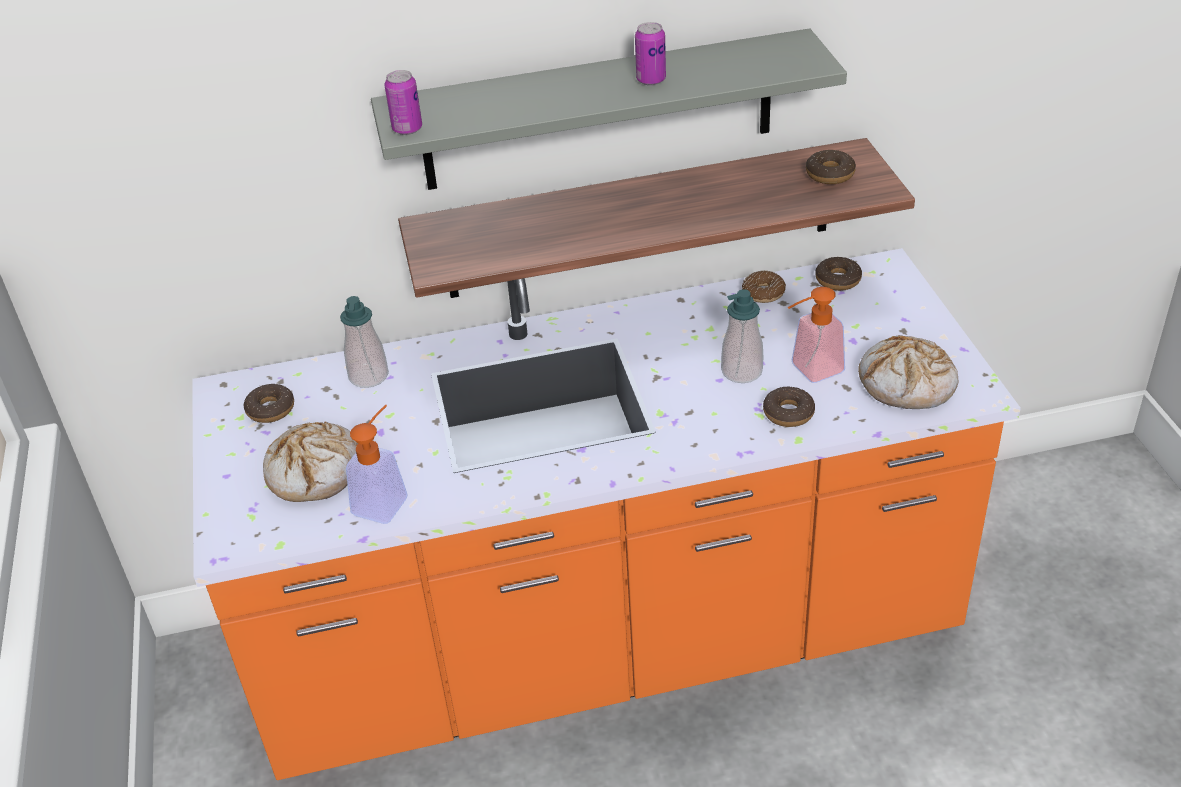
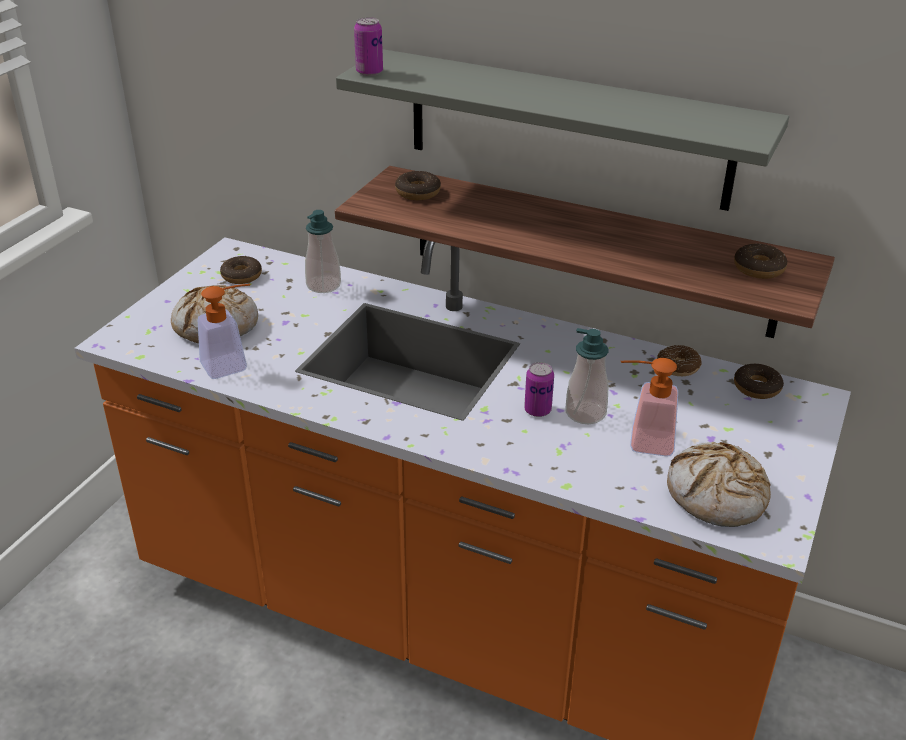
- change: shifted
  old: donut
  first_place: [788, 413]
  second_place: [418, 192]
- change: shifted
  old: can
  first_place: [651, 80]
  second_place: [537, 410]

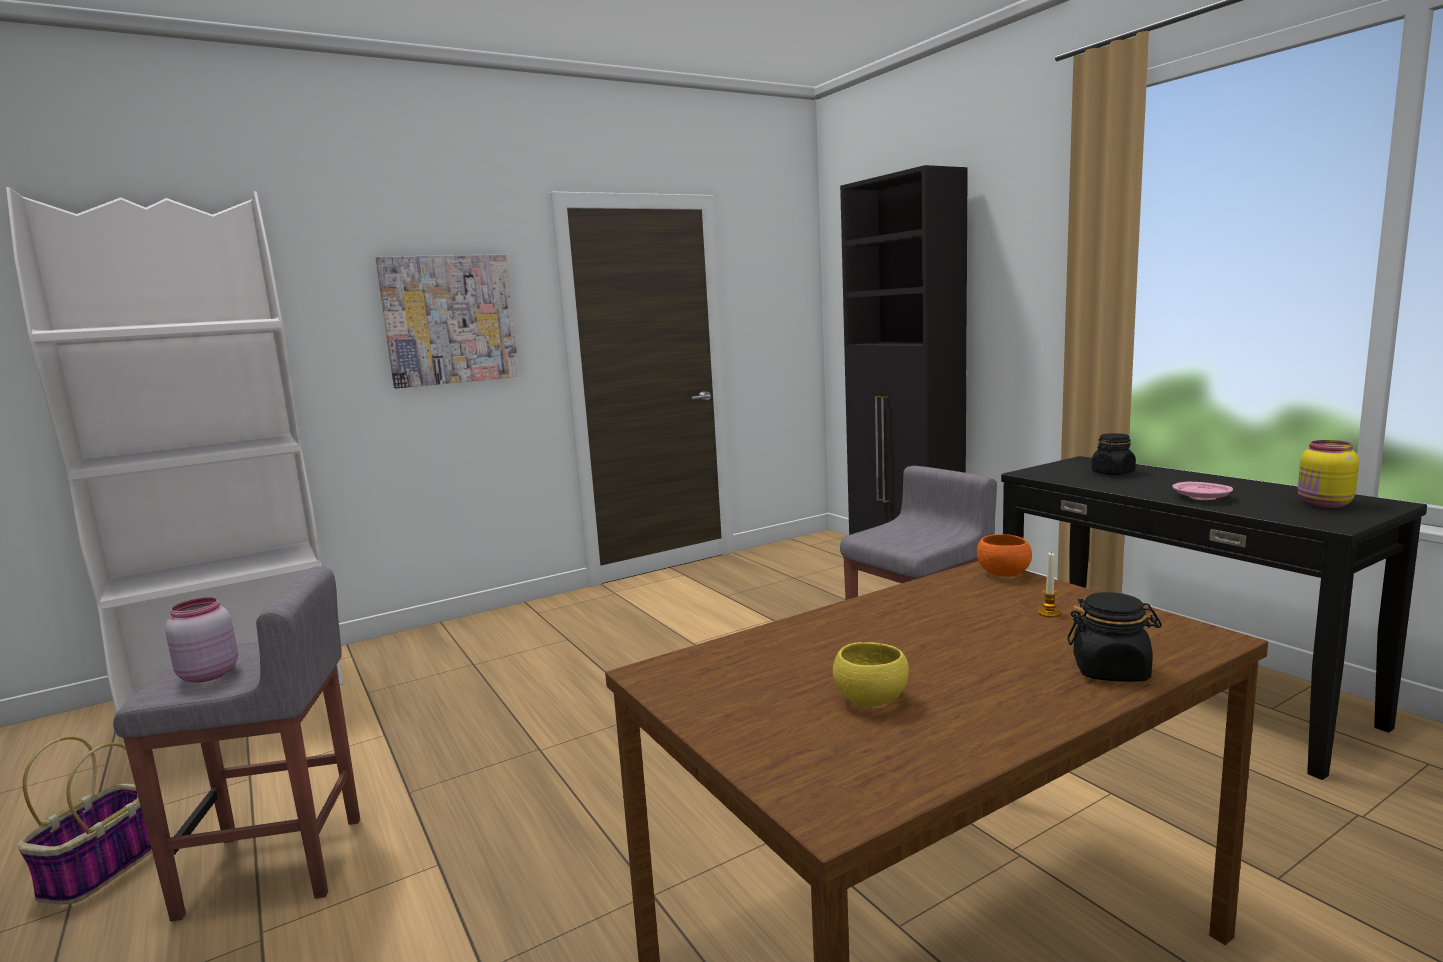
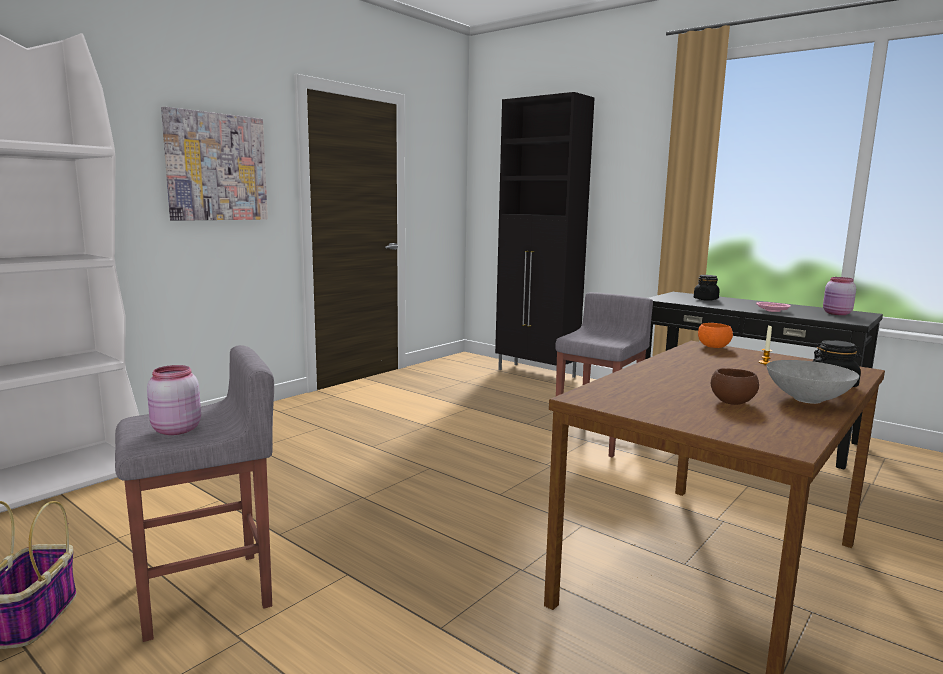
- change: repainted
  old: yellow bowl
  new: brown bowl
  first_place: [871, 700]
  second_place: [732, 402]
- change: new
  new: grey bowl
  second_place: [807, 399]
- change: repainted
  old: yellow jar
  new: pink jar
  first_place: [1324, 504]
  second_place: [836, 314]

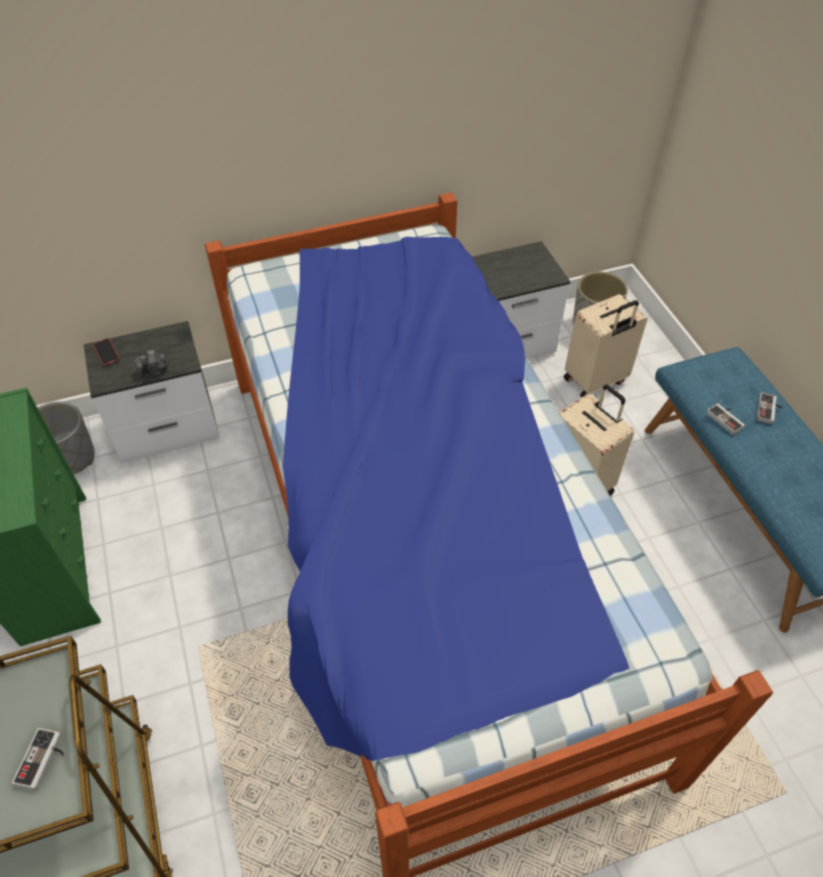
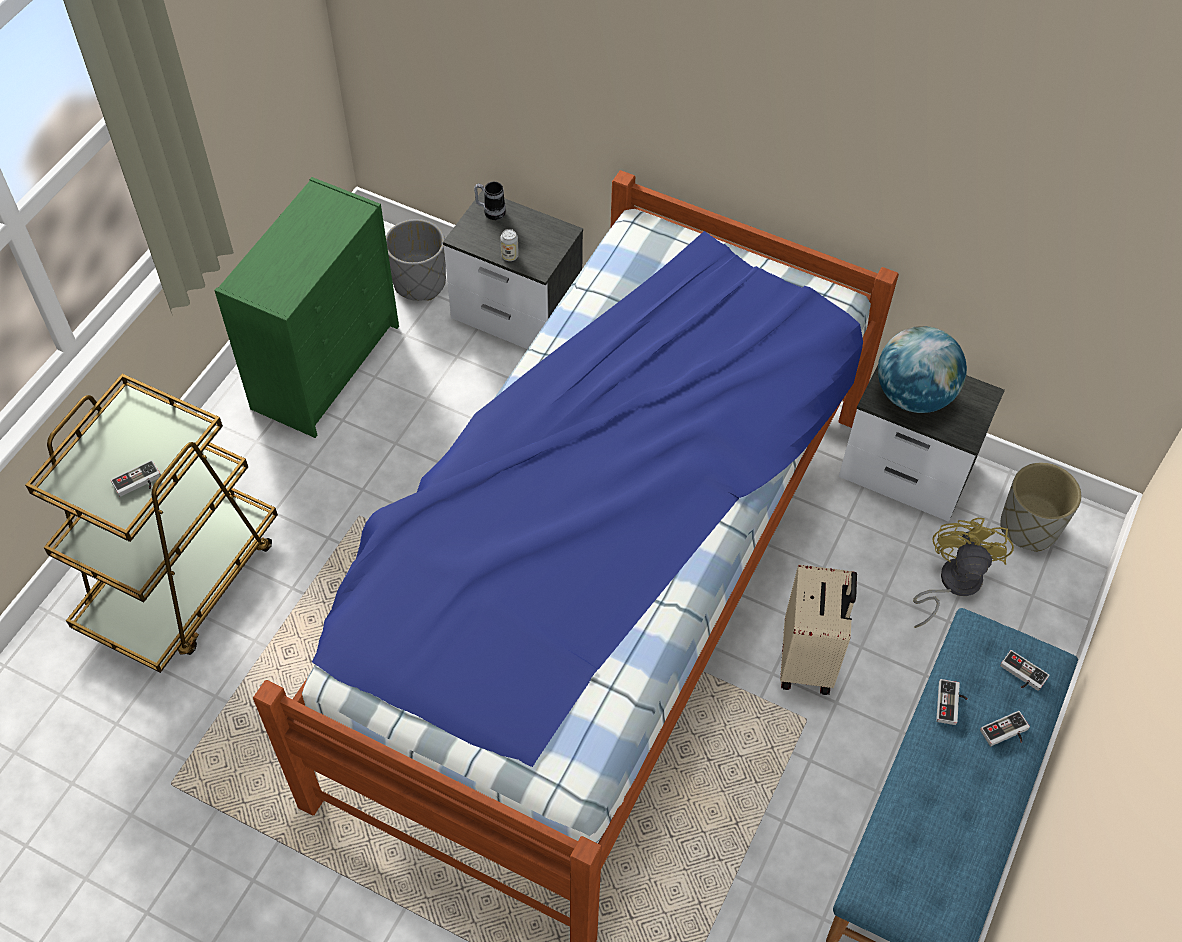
- change: swapped
  old: phone
  new: mug
  first_place: [106, 353]
  second_place: [490, 212]
- change: swapped
  old: photo camera
  new: can
  first_place: [154, 370]
  second_place: [510, 256]
- change: new
  new: globe
  second_place: [913, 395]
- change: swapped
  old: beige suitcase
  new: yellow fan
  first_place: [595, 381]
  second_place: [952, 583]
- change: new
  new: game controller
  second_place: [1021, 675]

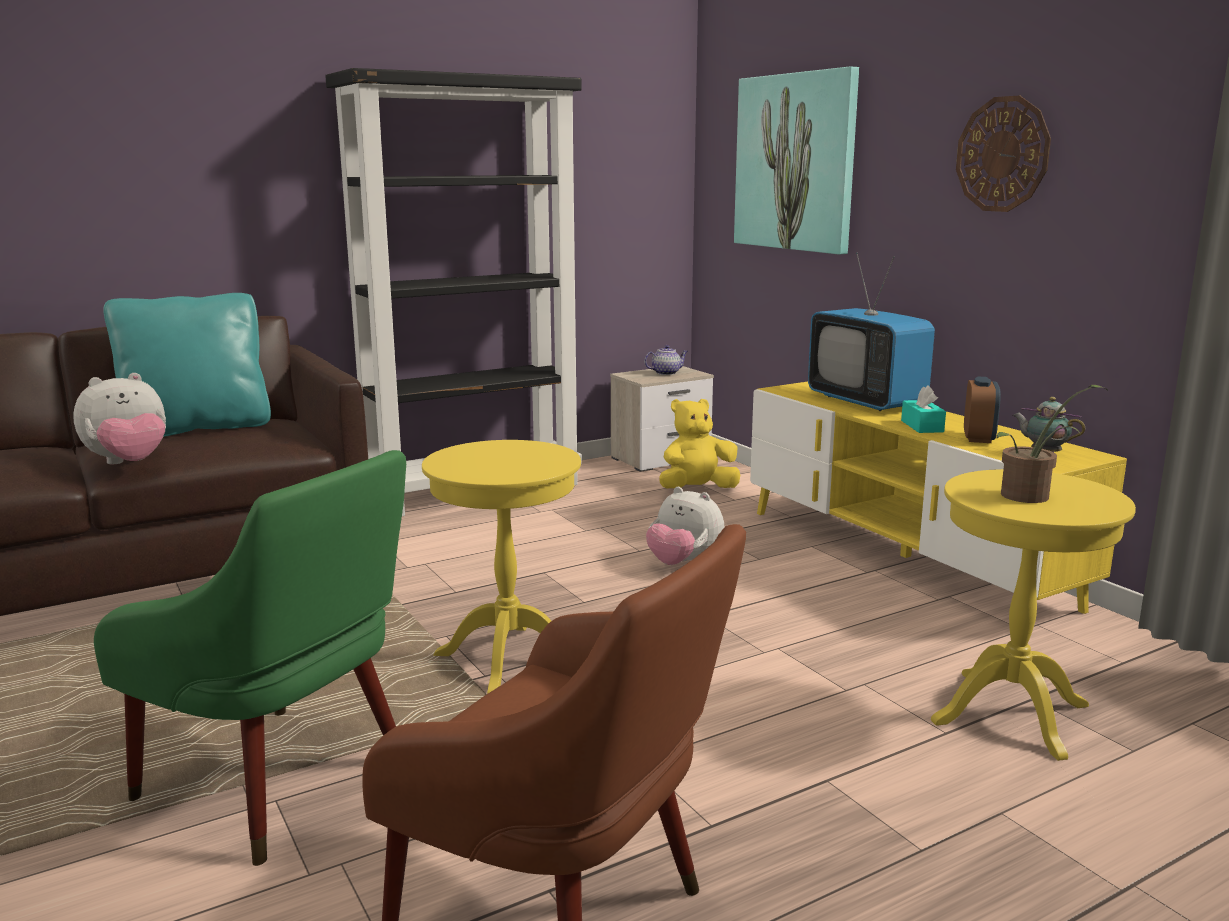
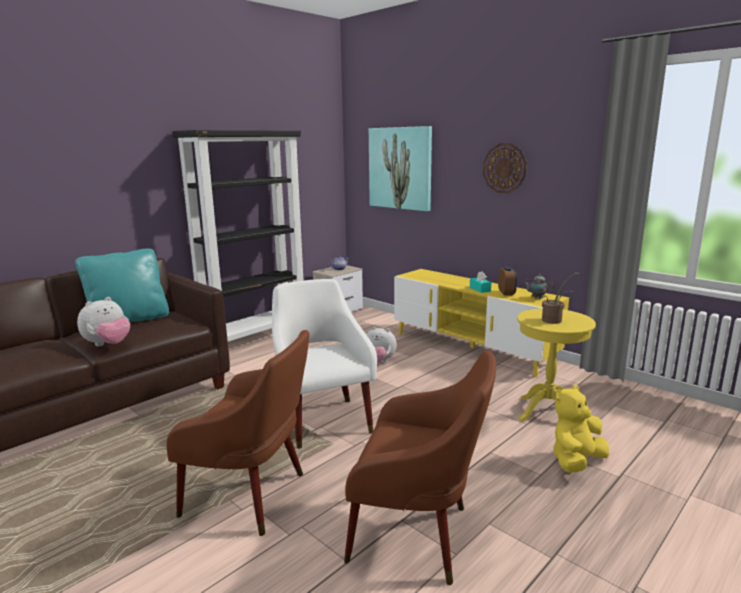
- change: repainted
  old: green armchair
  new: brown armchair
  first_place: [285, 785]
  second_place: [252, 496]
- change: swapped
  old: yellow side table
  new: white armchair
  first_place: [508, 659]
  second_place: [323, 419]
- change: shifted
  old: yellow plush toy
  first_place: [697, 490]
  second_place: [576, 461]
- change: gone
  old: television
  first_place: [866, 401]

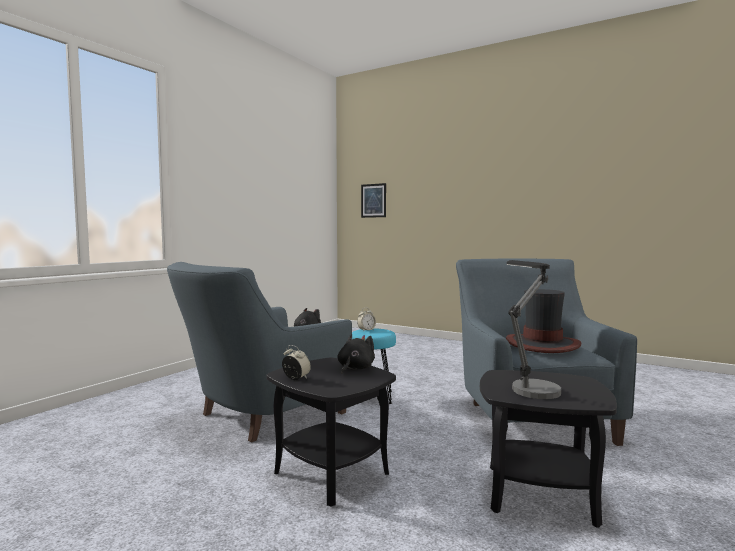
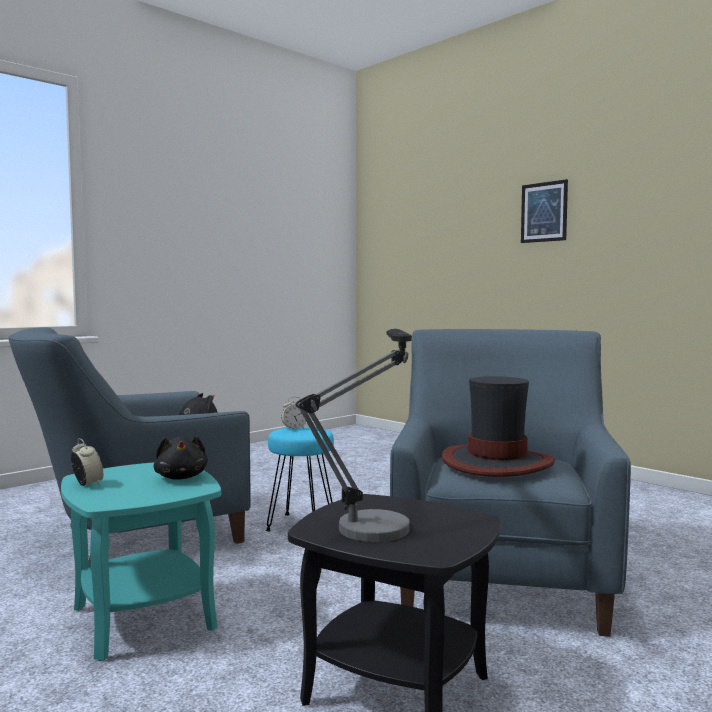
- change: repainted
  old: black side table
  new: turquoise side table
  first_place: [331, 473]
  second_place: [143, 618]
- change: rotated
  old: black plush toy
  first_place: [355, 368]
  second_place: [181, 477]
  degrees: 120
- change: shifted
  old: picture
  first_place: [373, 200]
  second_place: [544, 212]

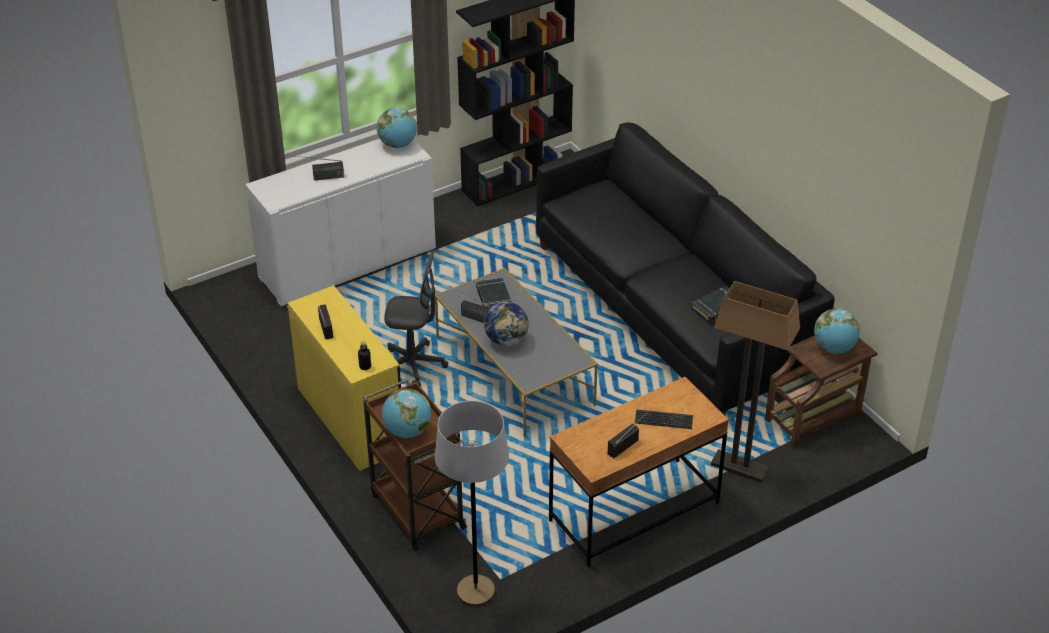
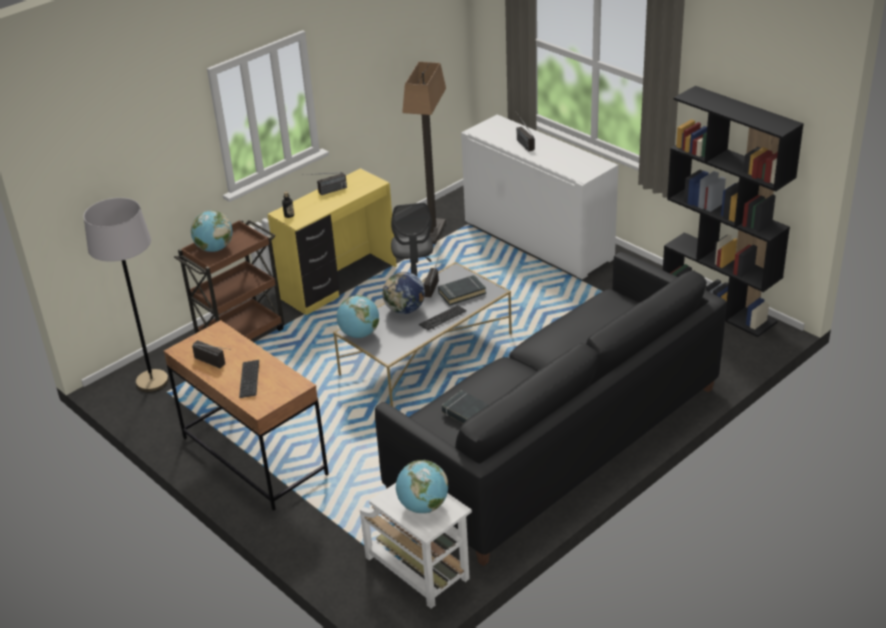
- change: shifted
  old: globe
  first_place: [398, 145]
  second_place: [359, 334]
- change: repainted
  old: brown side table
  new: white side table
  first_place: [815, 416]
  second_place: [419, 570]
- change: shifted
  old: floor lamp
  first_place: [740, 467]
  second_place: [433, 233]
- change: new
  new: keyboard
  second_place: [443, 318]

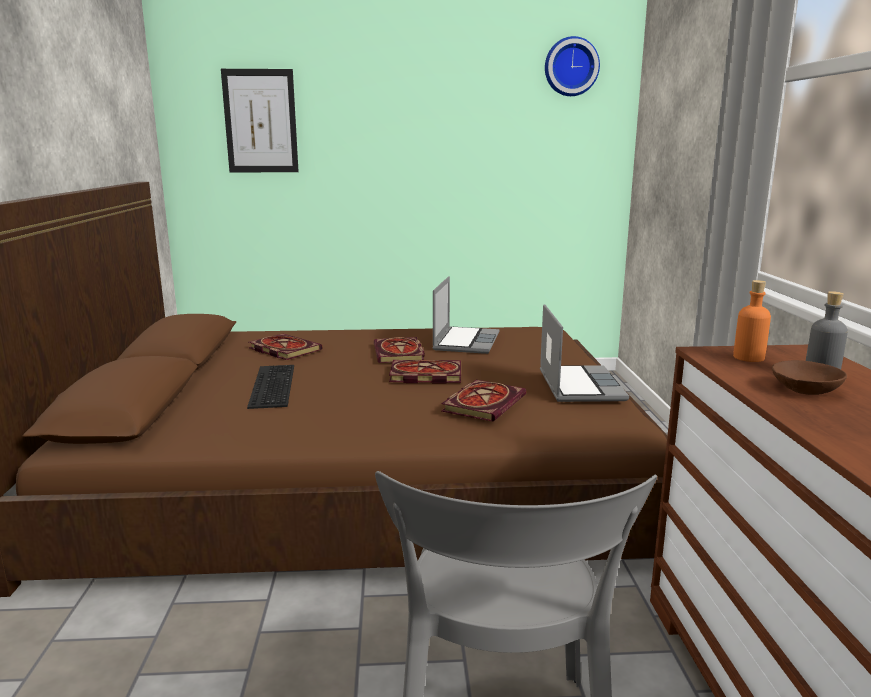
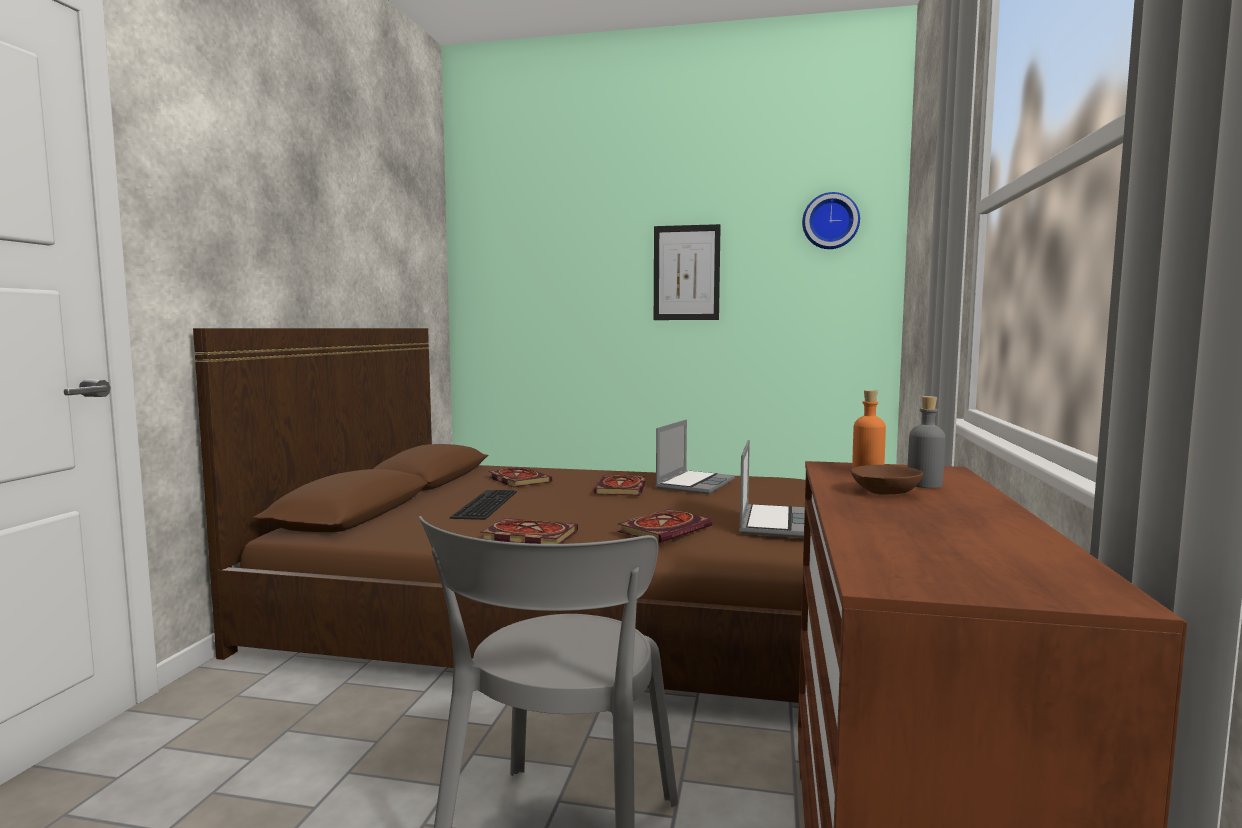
- change: shifted
  old: book
  first_place: [424, 375]
  second_place: [527, 537]
- change: shifted
  old: picture
  first_place: [260, 121]
  second_place: [686, 273]

